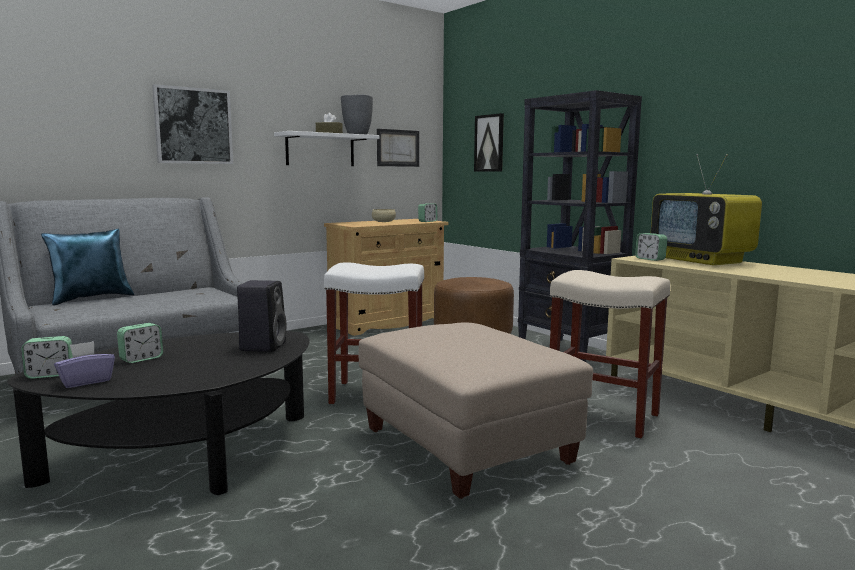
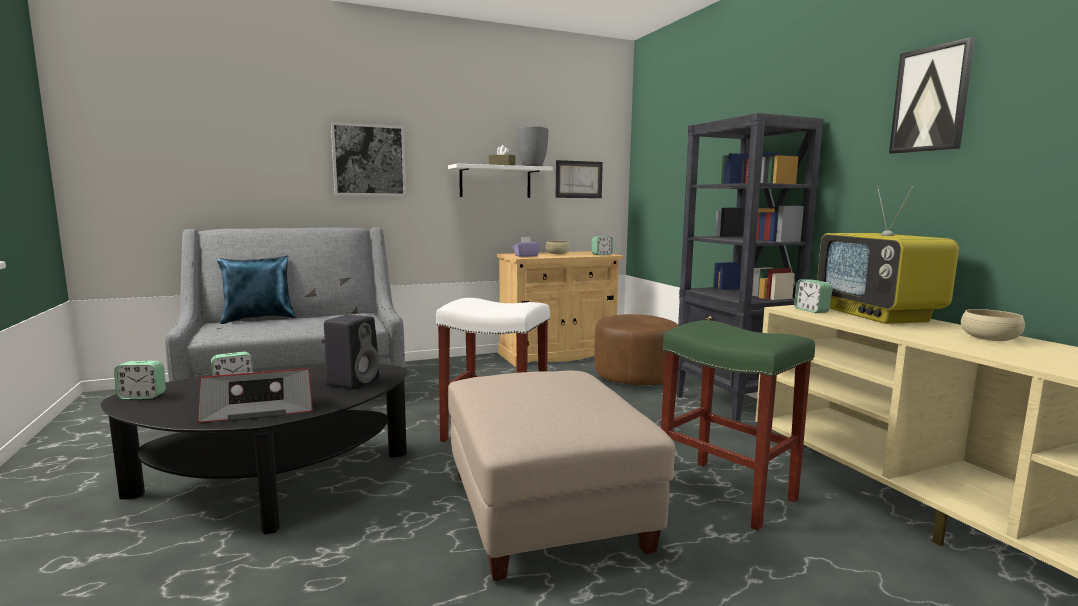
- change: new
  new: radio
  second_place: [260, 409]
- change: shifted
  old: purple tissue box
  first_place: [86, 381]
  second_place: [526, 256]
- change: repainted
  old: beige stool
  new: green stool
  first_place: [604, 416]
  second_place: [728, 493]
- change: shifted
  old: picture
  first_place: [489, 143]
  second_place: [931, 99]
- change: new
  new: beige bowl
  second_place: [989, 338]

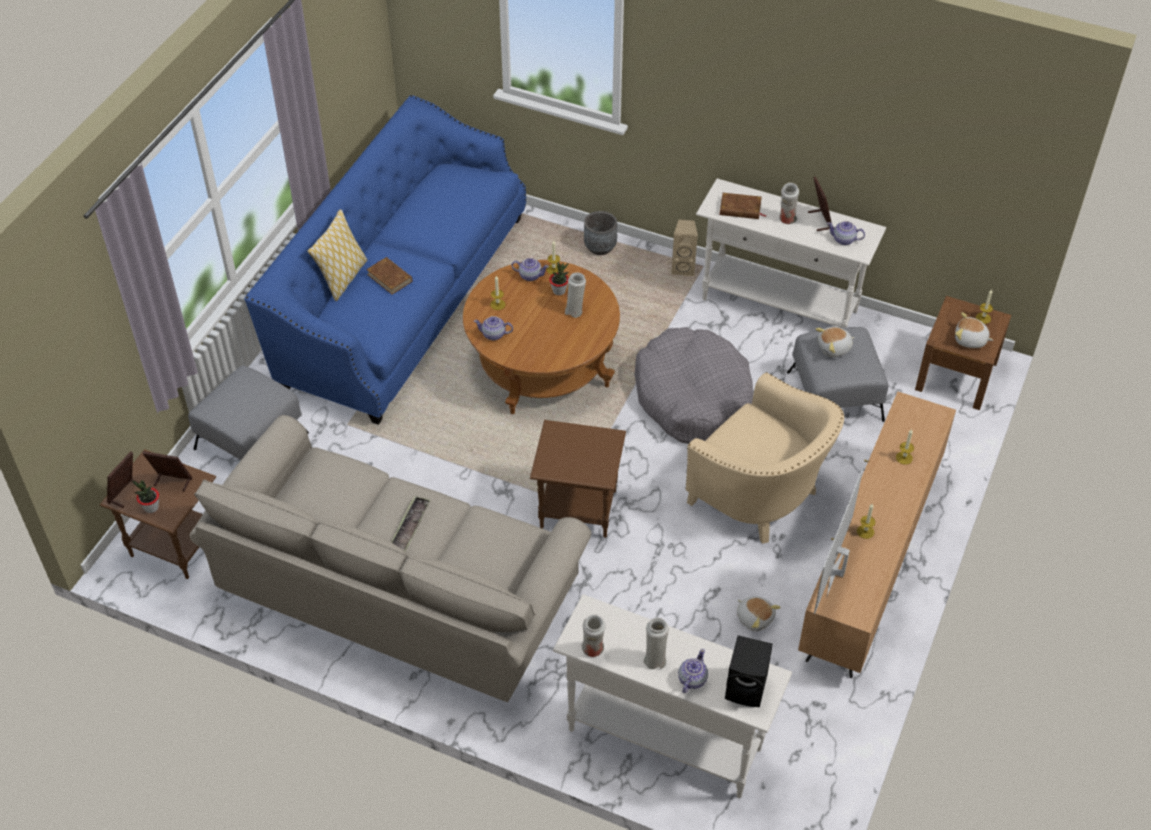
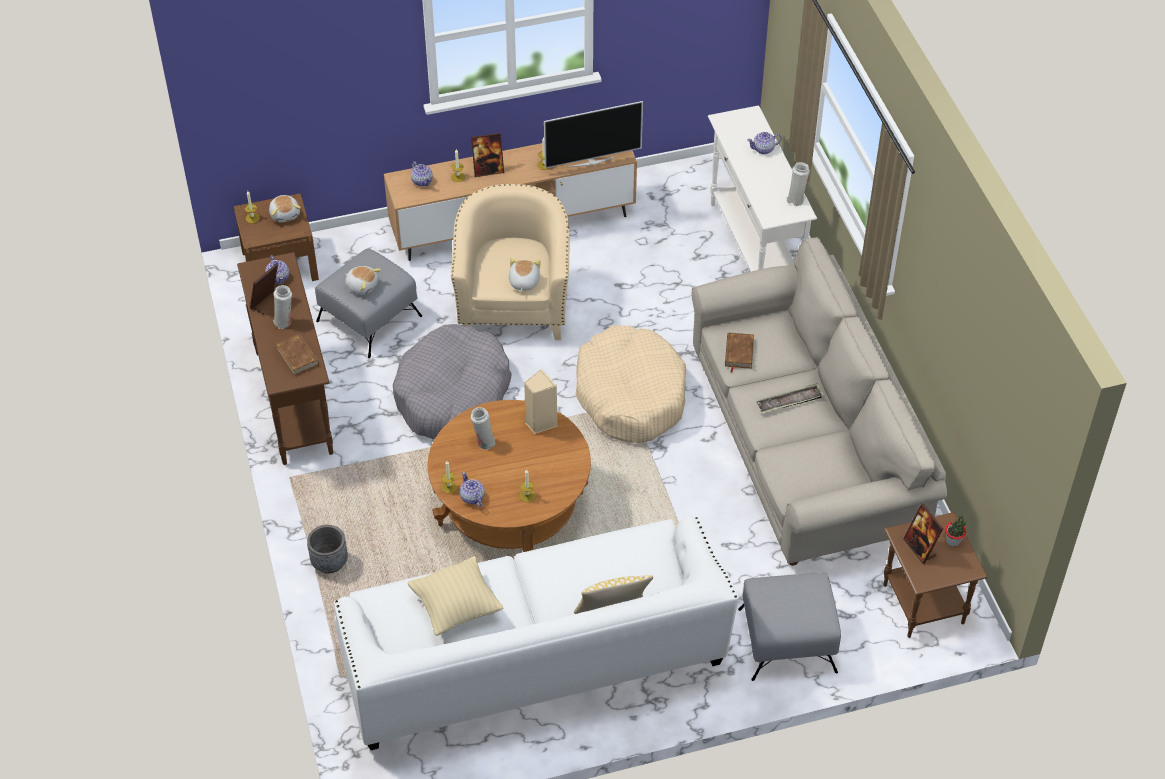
- change: repainted
  old: white console table
  new: brown console table
  first_place: [779, 306]
  second_place: [294, 402]
- change: repainted
  old: blue sofa
  new: white sofa
  first_place: [402, 299]
  second_place: [533, 660]
- change: new
  new: beige pillow
  second_place: [456, 607]
- change: shifted
  old: teapot
  first_place: [494, 334]
  second_place: [422, 181]
- change: shifted
  old: picture frame
  first_place: [126, 493]
  second_place: [488, 170]
- change: shifted
  old: plush toy
  first_place: [755, 618]
  second_place: [523, 282]
- change: shifted
  old: beige speaker
  first_place: [683, 269]
  second_place: [540, 423]
- change: swapped
  old: brown side table
  new: beige dog bed
  first_place: [577, 509]
  second_place: [630, 395]
- change: shifted
  old: brown book
  first_place: [389, 277]
  second_place: [738, 353]
- change: gone
  old: potted plant
  first_place: [559, 291]
- change: gone
  old: white vase
  first_place: [655, 658]
- change: gone
  old: black speaker
  first_place: [747, 688]

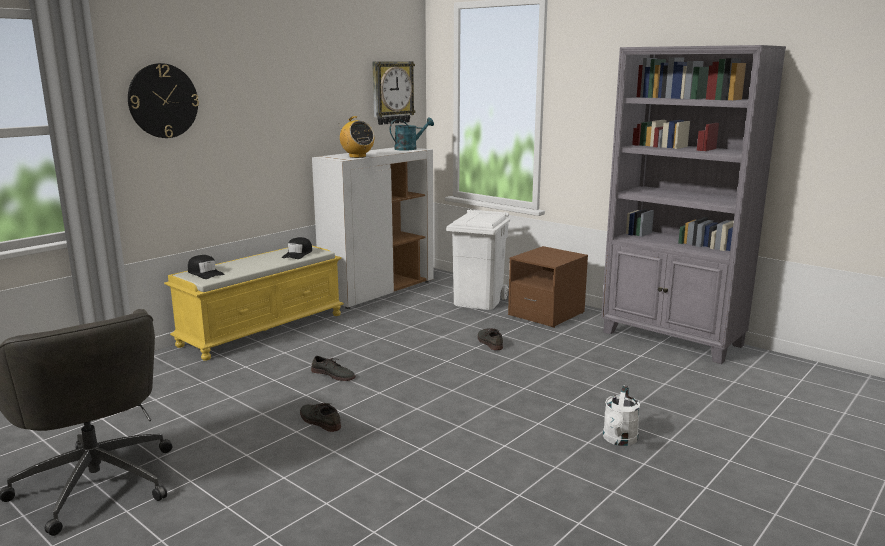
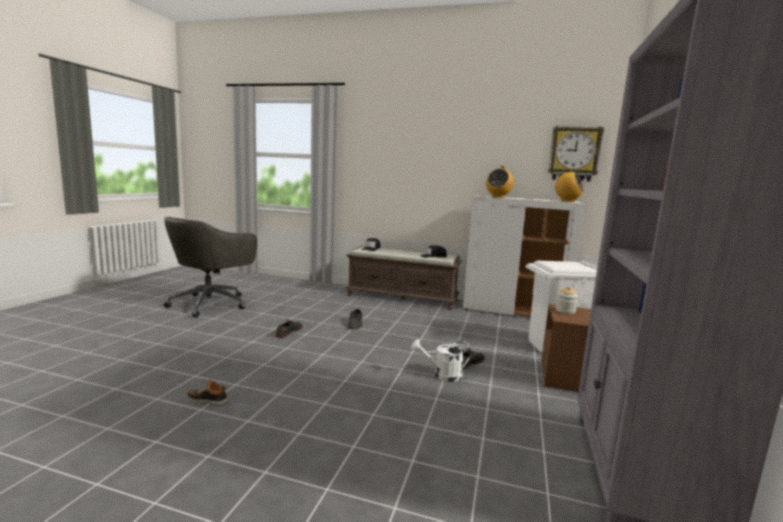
- change: new
  new: shoe
  second_place: [208, 400]
- change: repainted
  old: yellow bench
  new: brown bench
  first_place: [263, 329]
  second_place: [403, 298]
- change: shifted
  old: white watering can
  first_place: [619, 440]
  second_place: [442, 375]
- change: swapped
  old: turquoise watering can
  new: radio
  first_place: [409, 148]
  second_place: [567, 201]
- change: new
  new: jar
  second_place: [565, 311]
- change: gone
  old: wall clock
  first_place: [163, 101]

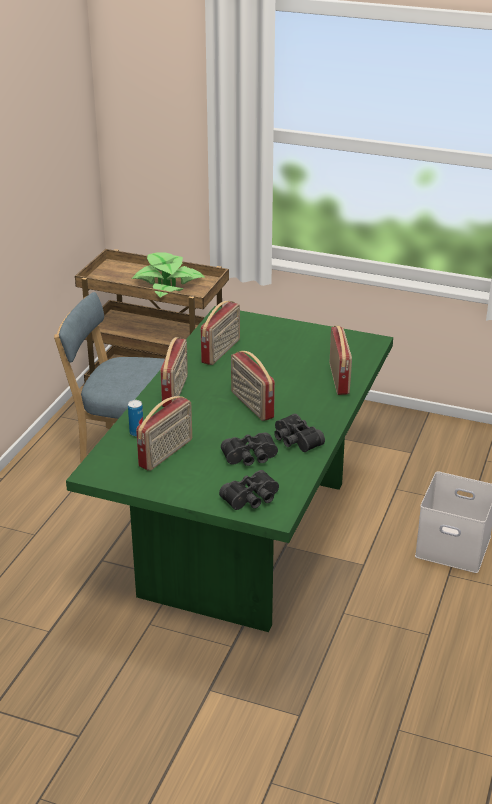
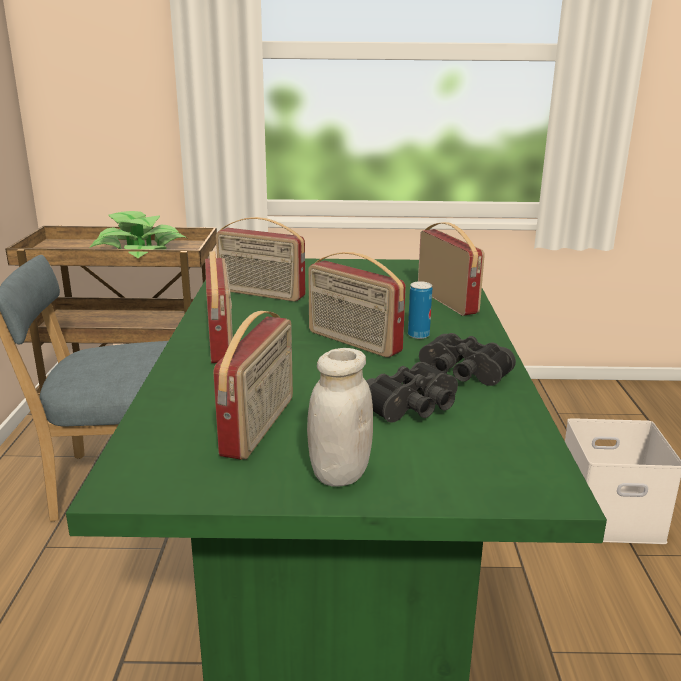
- change: rotated
  old: radio
  first_place: [221, 351]
  second_place: [260, 294]
  degrees: 105
- change: new
  new: white jar
  second_place: [339, 474]
- change: shifted
  old: can
  first_place: [136, 433]
  second_place: [418, 335]
- change: gone
  old: black binoculars
  first_place: [252, 499]

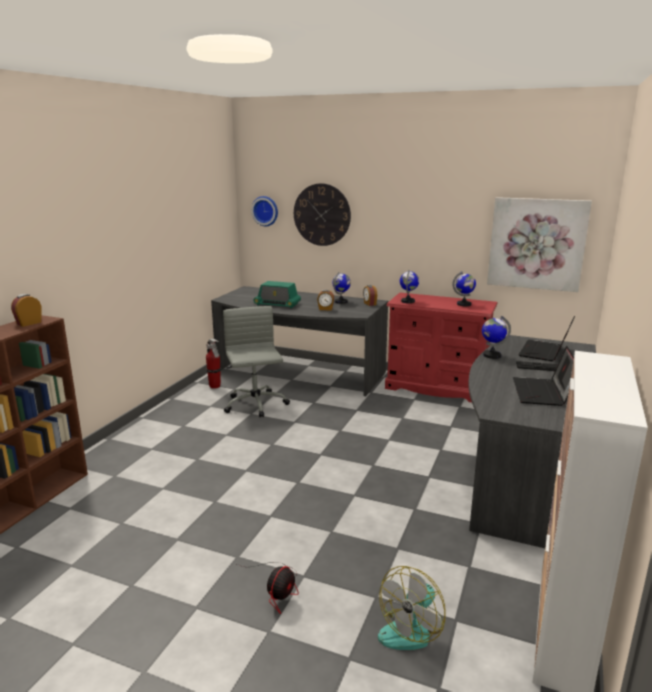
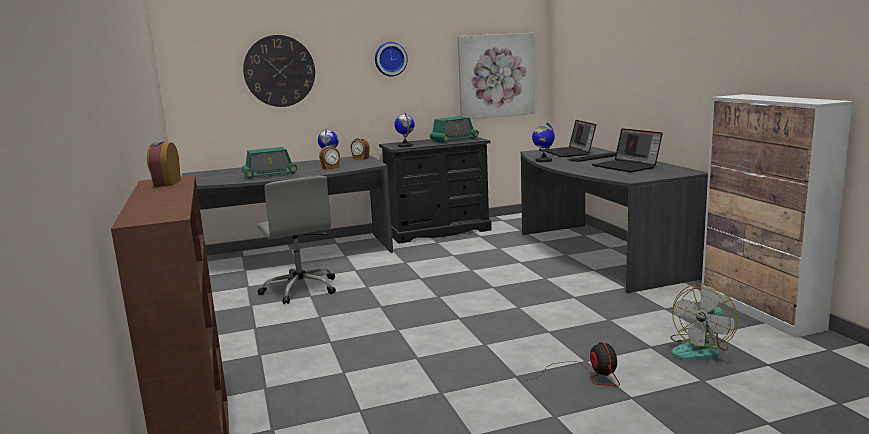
- change: rotated
  old: grey office chair
  first_place: [255, 405]
  second_place: [300, 289]
  degrees: -150
- change: shifted
  old: wall clock
  first_place: [265, 211]
  second_place: [390, 59]
- change: repainted
  old: red dresser
  new: black dresser
  first_place: [436, 387]
  second_place: [438, 231]
- change: swapped
  old: globe
  new: radio
  first_place: [464, 304]
  second_place: [454, 140]
- change: rotated
  old: fan
  first_place: [412, 629]
  second_place: [701, 349]
  degrees: 45
- change: gone
  old: fire extinguisher
  first_place: [215, 386]

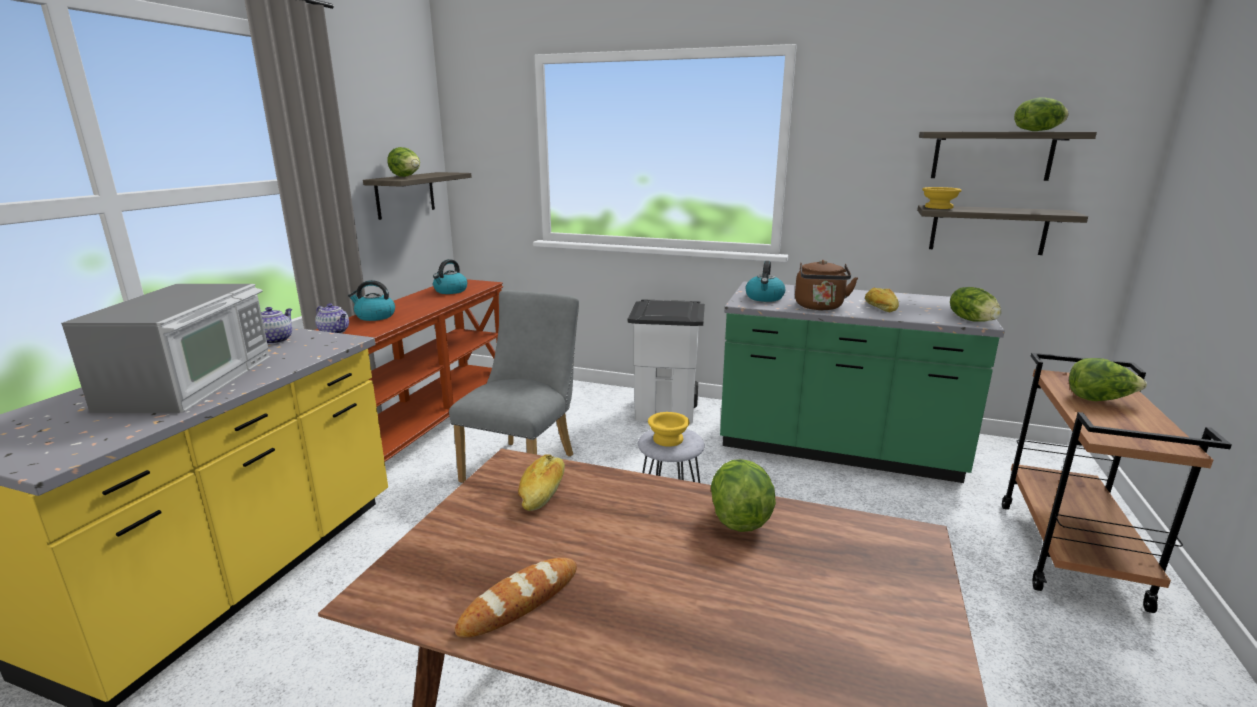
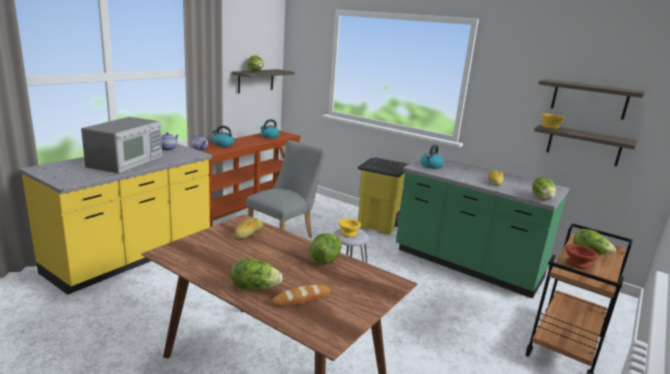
- change: shifted
  old: lettuce
  first_place: [1037, 131]
  second_place: [254, 287]
- change: shifted
  old: bread
  first_place: [520, 601]
  second_place: [301, 299]
- change: repainted
  old: white trash can
  new: yellow trash can
  first_place: [667, 411]
  second_place: [379, 225]
- change: new
  new: brown bowl
  second_place: [577, 264]
- change: gone
  old: brown kettle
  first_place: [819, 307]

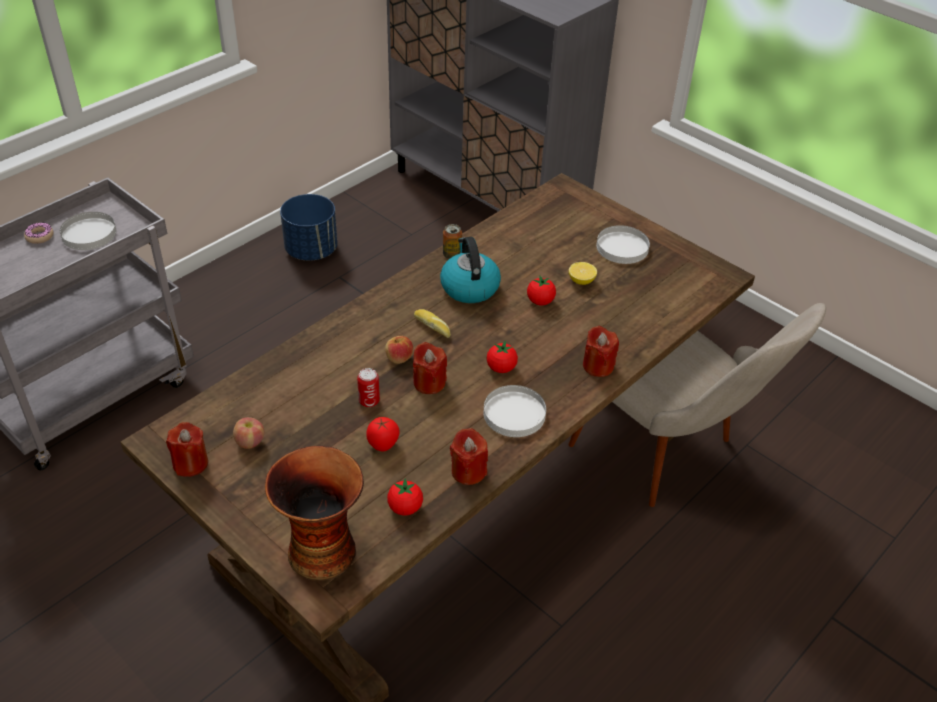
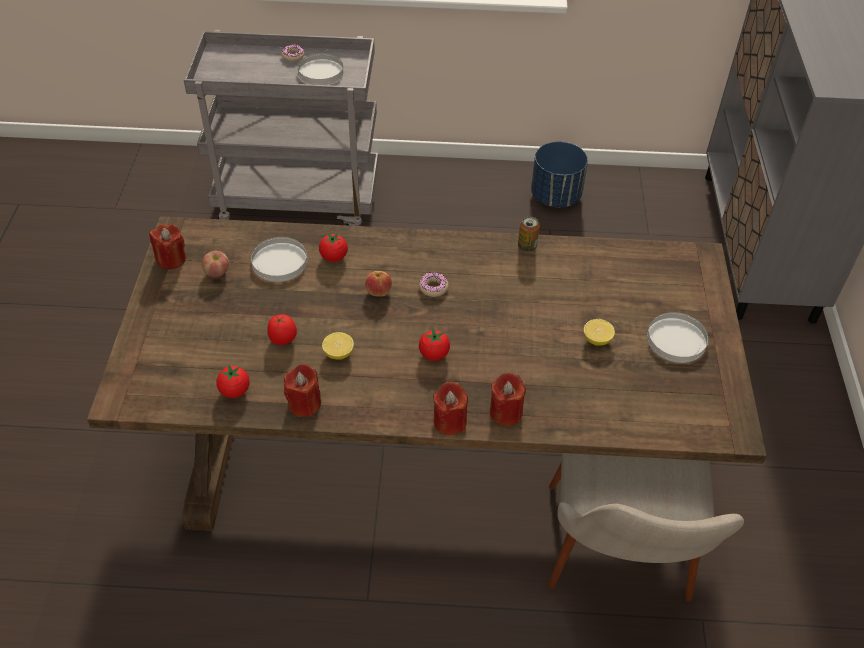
- change: shifted
  old: white plate
  first_place: [514, 413]
  second_place: [279, 261]
- change: shifted
  old: tomato
  first_place: [540, 301]
  second_place: [334, 257]
- change: new
  new: lemon
  second_place: [338, 353]
- change: swapped
  old: bread
  new: donut
  first_place: [433, 326]
  second_place: [433, 287]
- change: shifted
  old: red candle
  first_place: [429, 383]
  second_place: [449, 421]
- change: gone
  old: vase
  first_place: [321, 550]
- change: gone
  old: can
  first_place: [369, 401]
- change: gone
  old: kettle
  first_place: [469, 287]

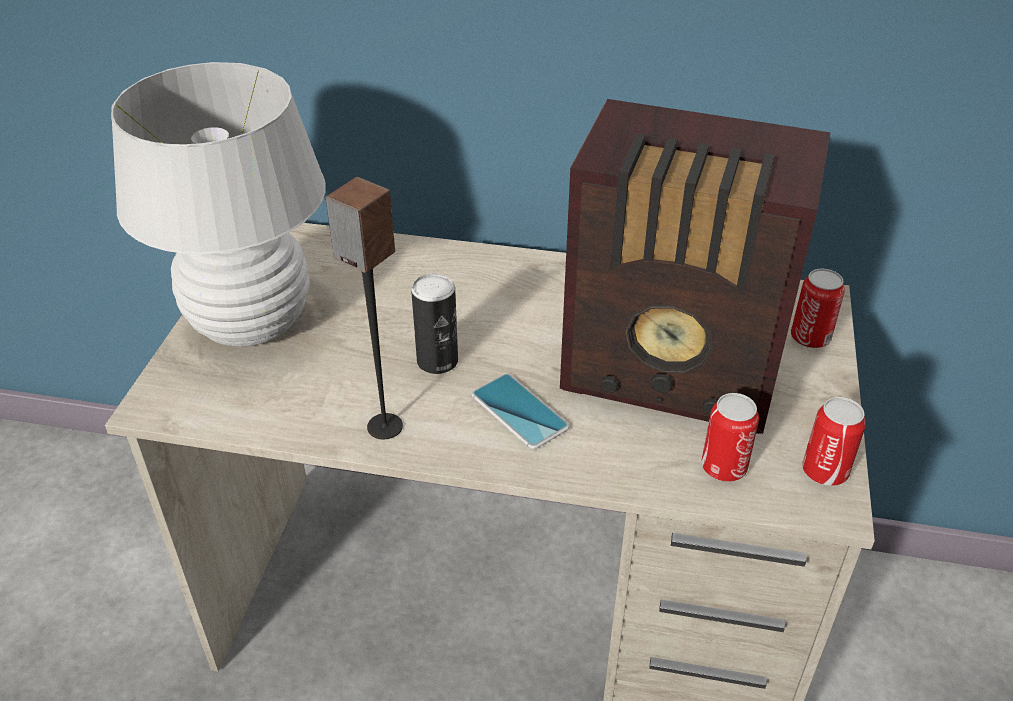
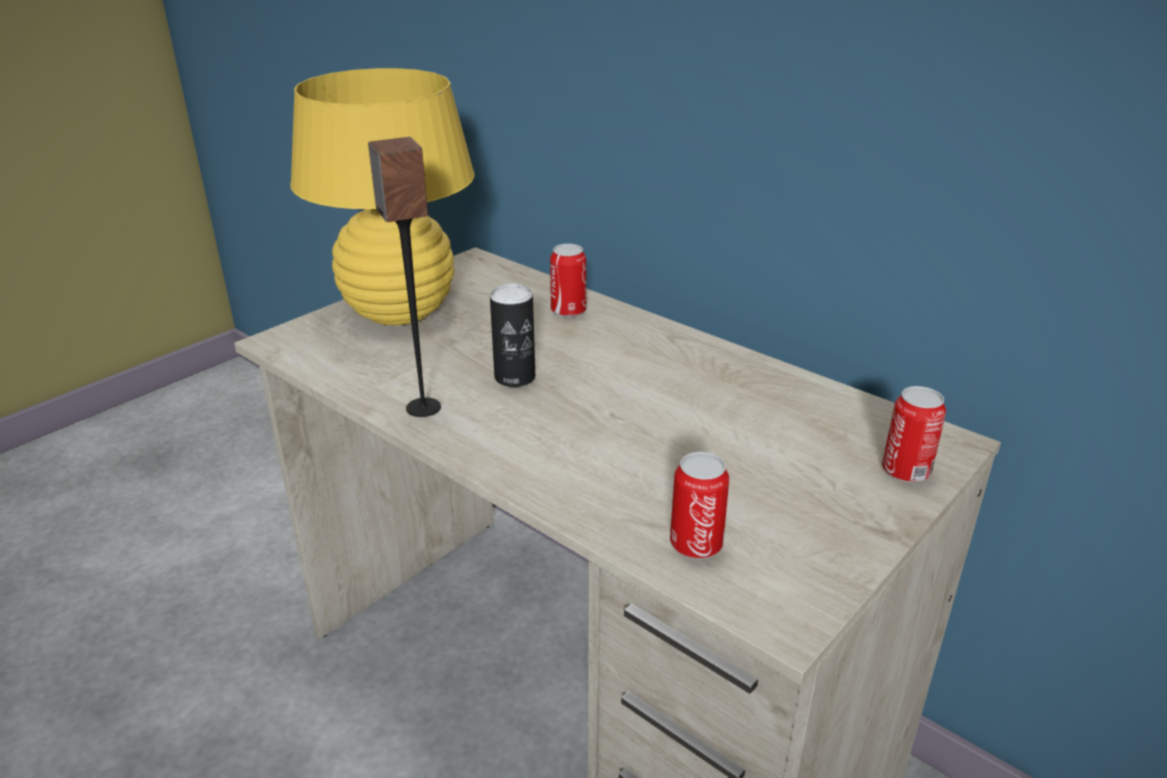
- change: repainted
  old: white table lamp
  new: yellow table lamp
  first_place: [250, 325]
  second_place: [398, 312]
- change: shifted
  old: can
  first_place: [824, 471]
  second_place: [568, 311]
- change: gone
  old: phone
  first_place: [519, 412]
- change: gone
  old: radio
  first_place: [675, 375]

